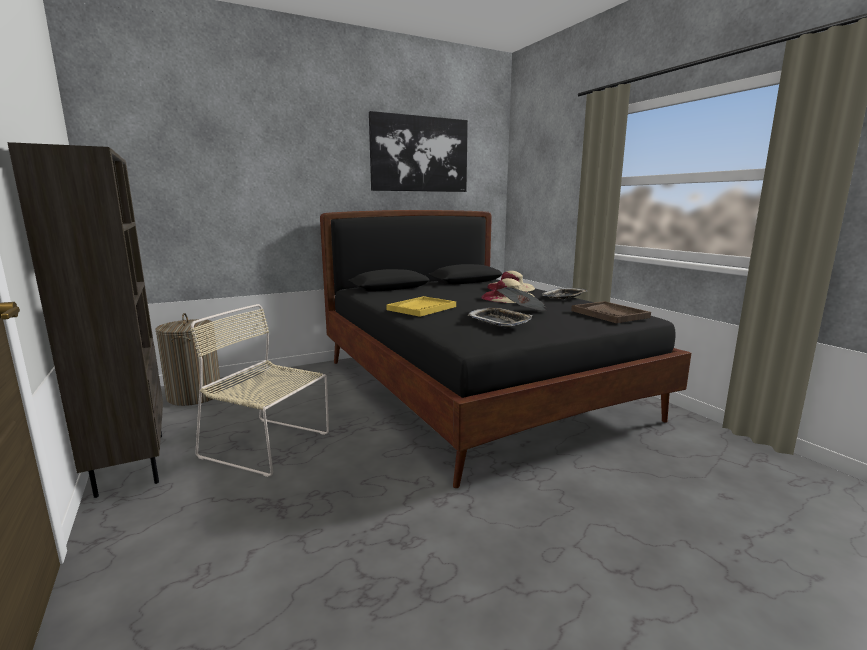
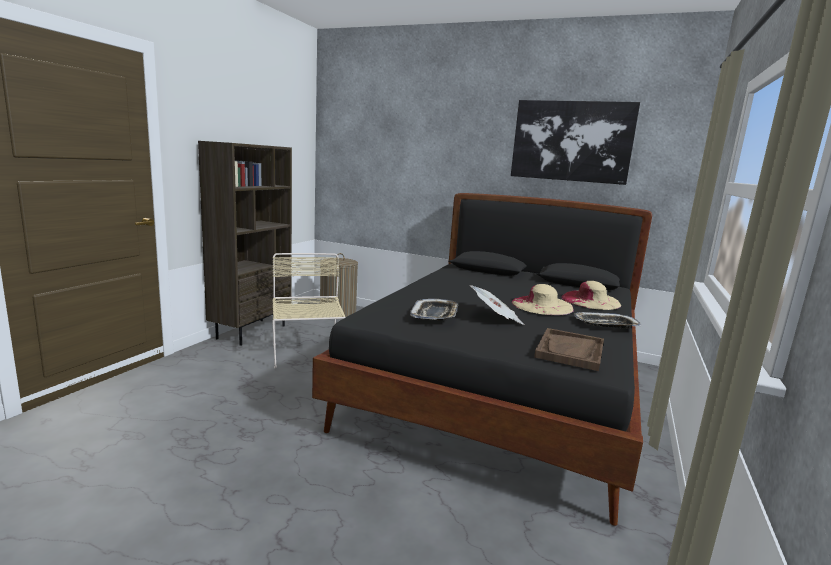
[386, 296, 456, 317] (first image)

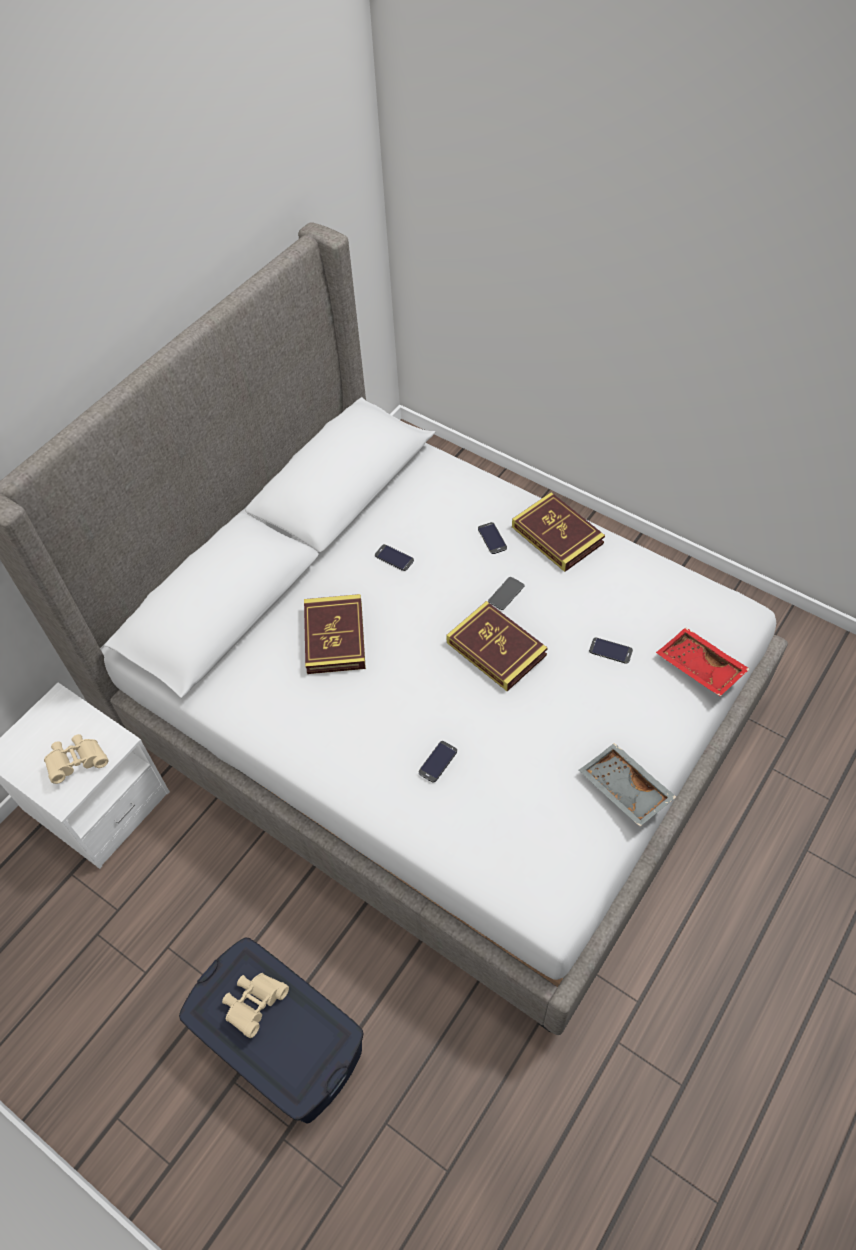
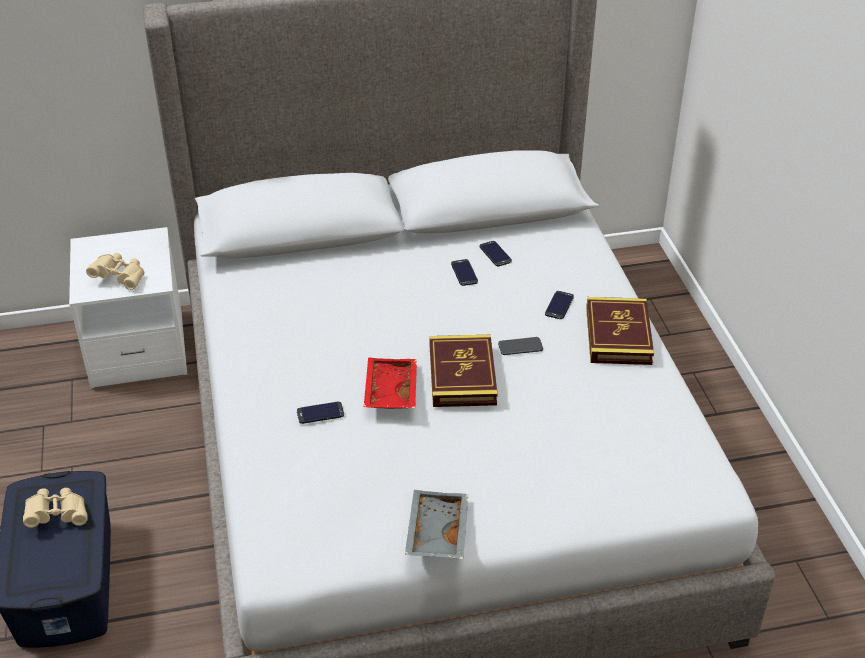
[304, 594, 366, 674] (first image)
[480, 241, 512, 266]
[364, 358, 417, 409]

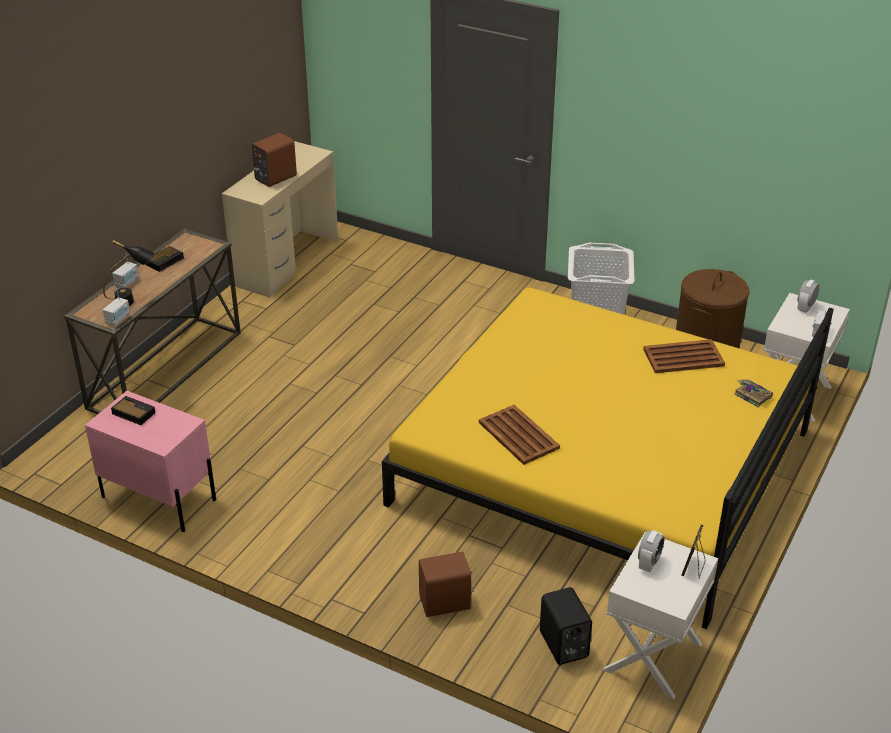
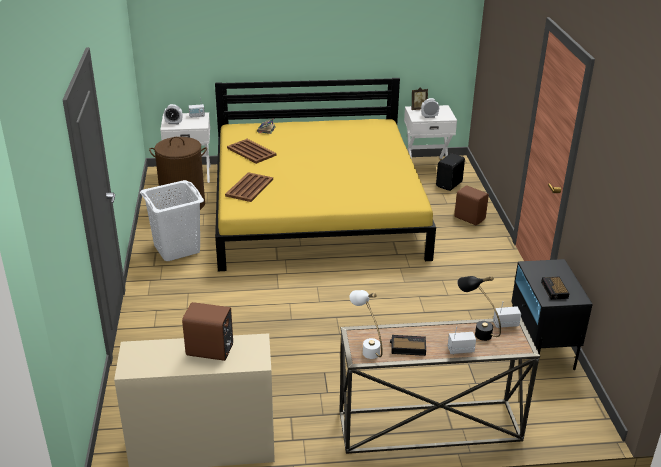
[349, 290, 383, 359]
[225, 172, 273, 202]
[511, 259, 593, 370]

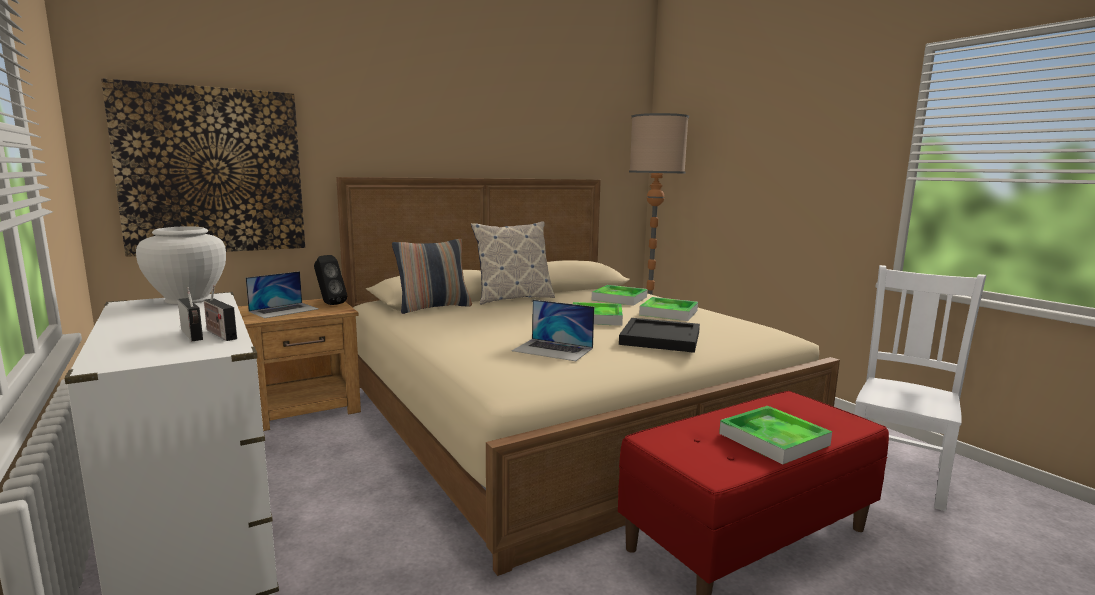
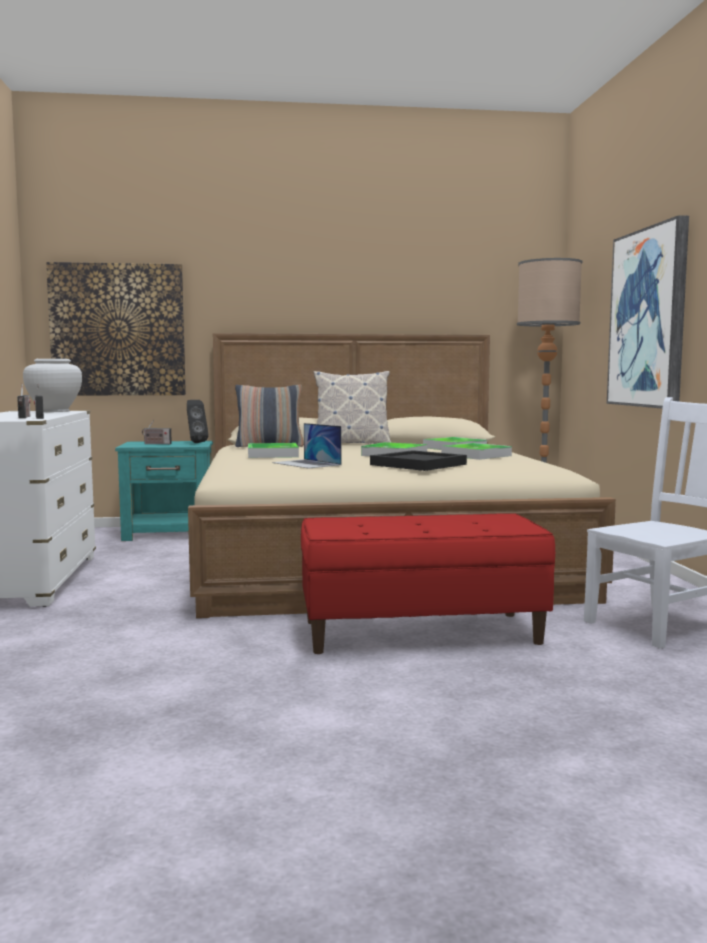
[607, 215, 689, 409]
[248, 443, 299, 458]
[142, 420, 172, 444]
[115, 441, 213, 541]

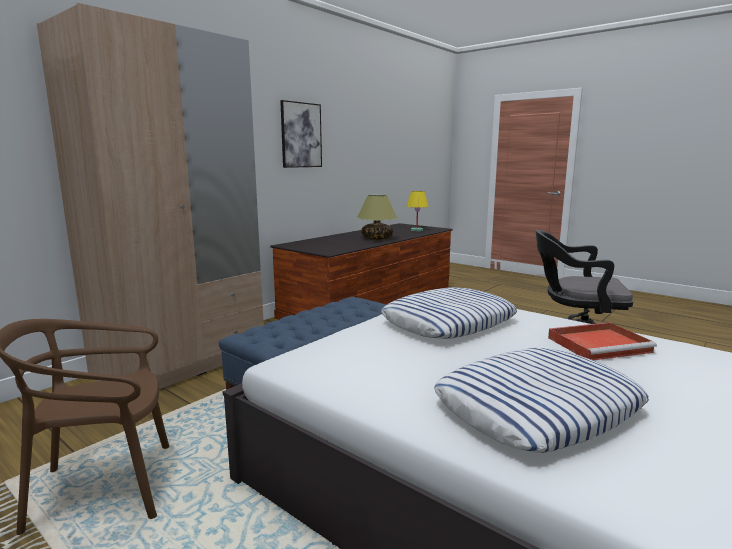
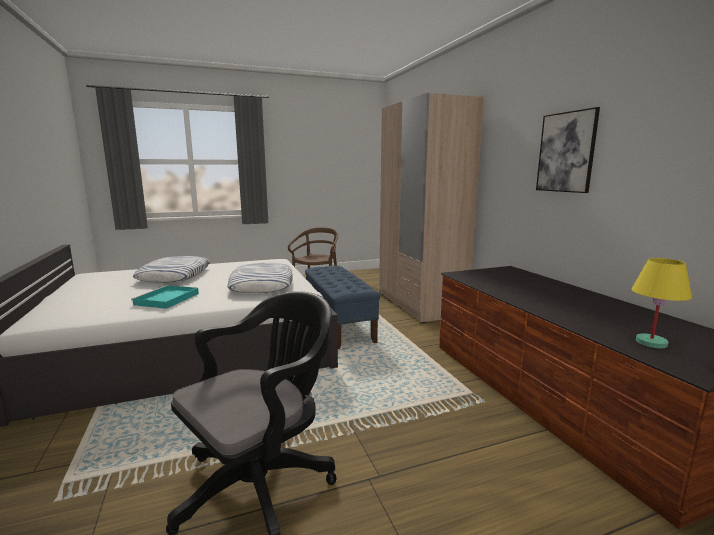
[357, 195, 397, 240] (first image)
[131, 285, 199, 309]

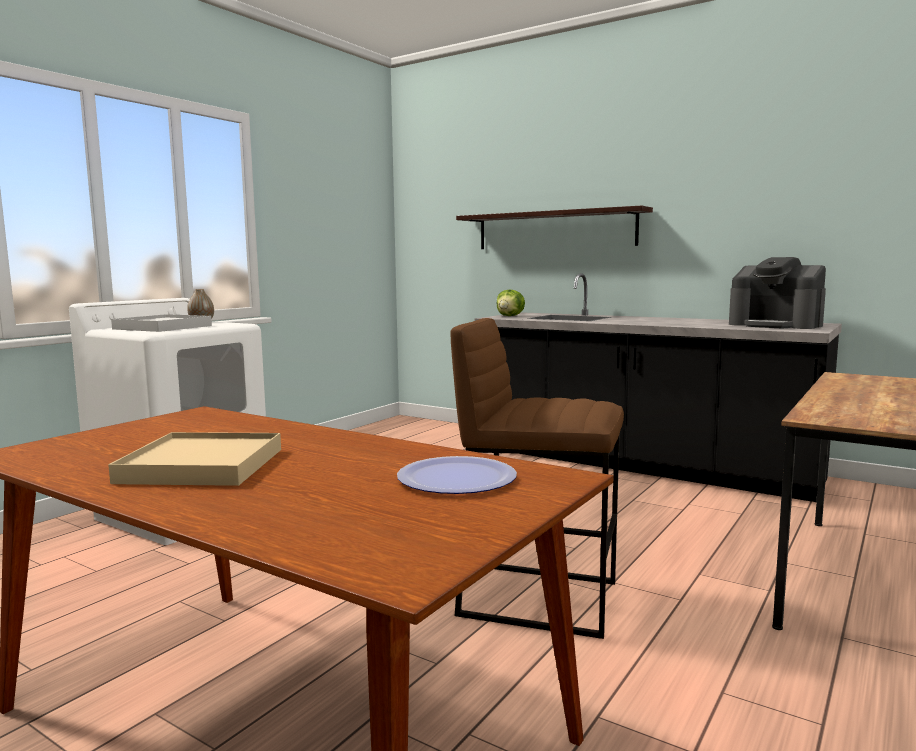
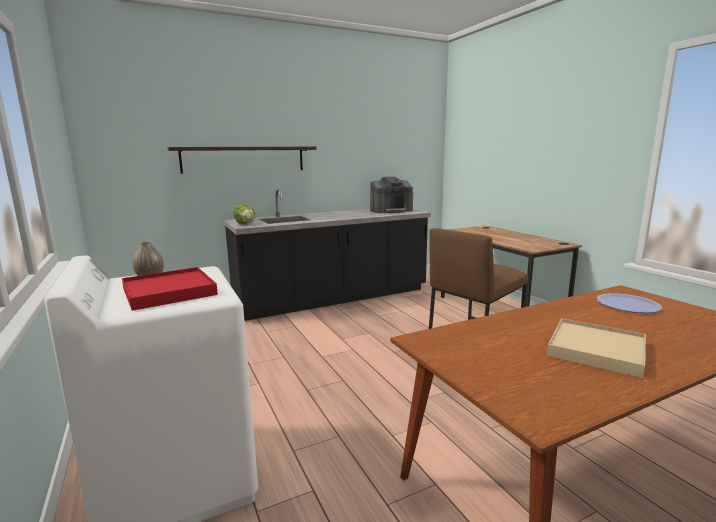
[122, 267, 218, 311]

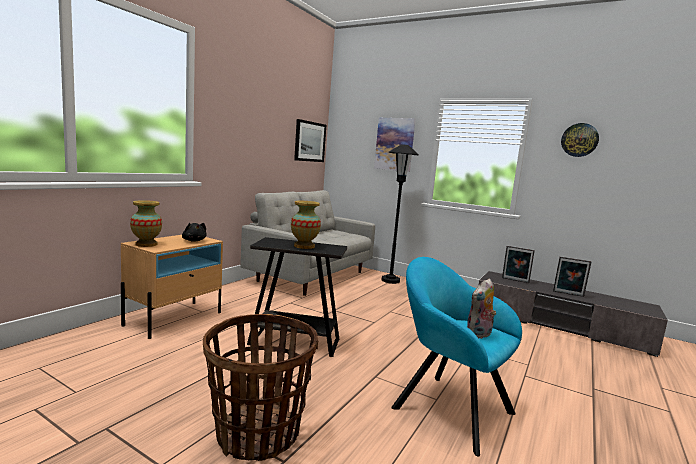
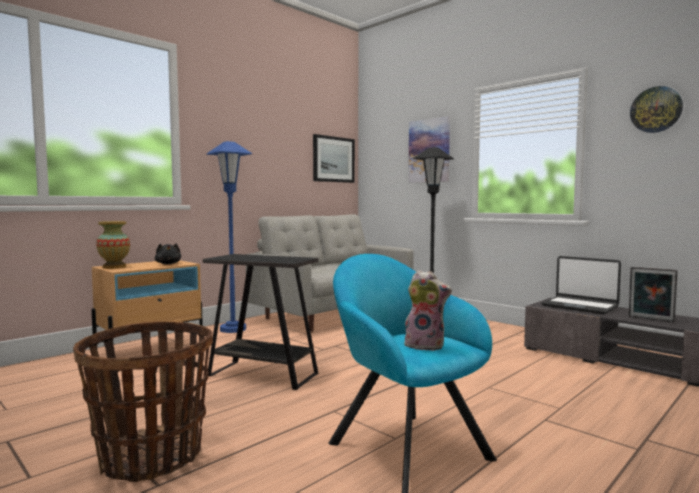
[291, 201, 321, 249] (first image)
[207, 141, 252, 333]
[541, 256, 621, 314]
[404, 270, 452, 351]

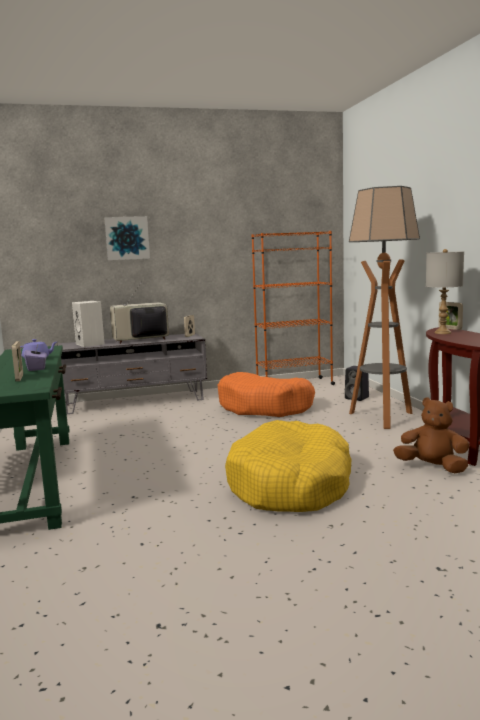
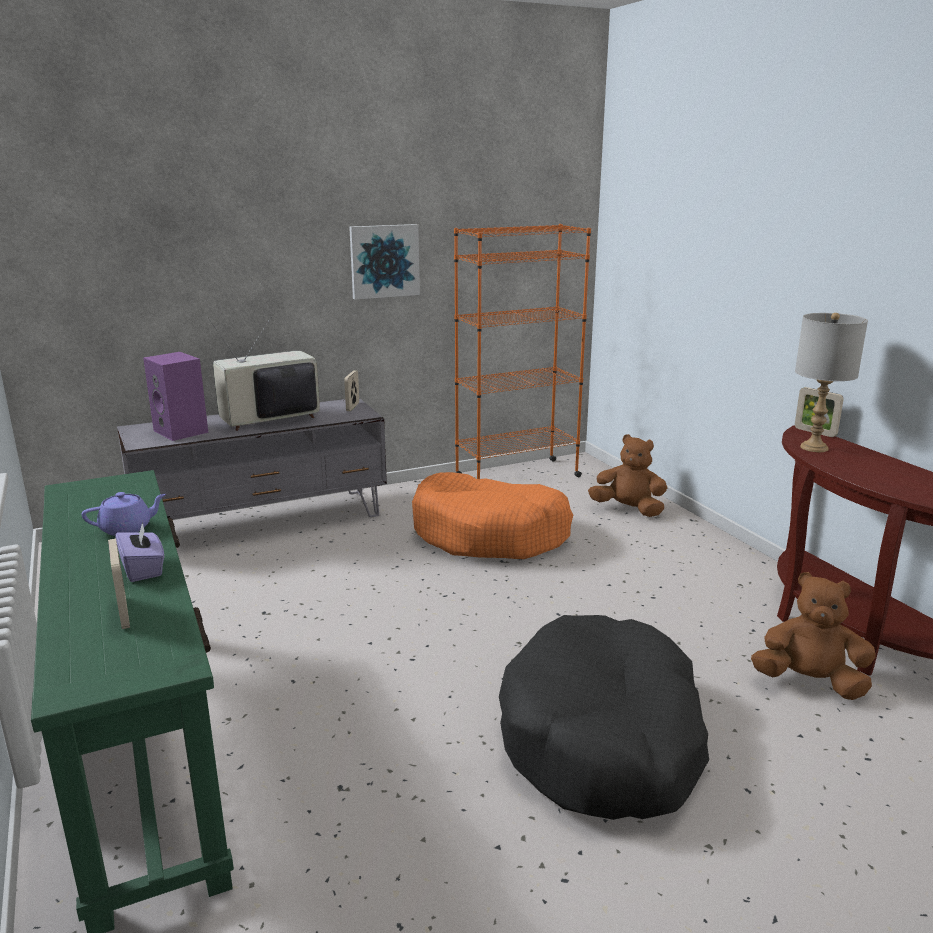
[349, 186, 420, 429] (first image)
[349, 224, 420, 300]
[588, 434, 667, 517]
[143, 352, 208, 441]
[499, 615, 709, 820]

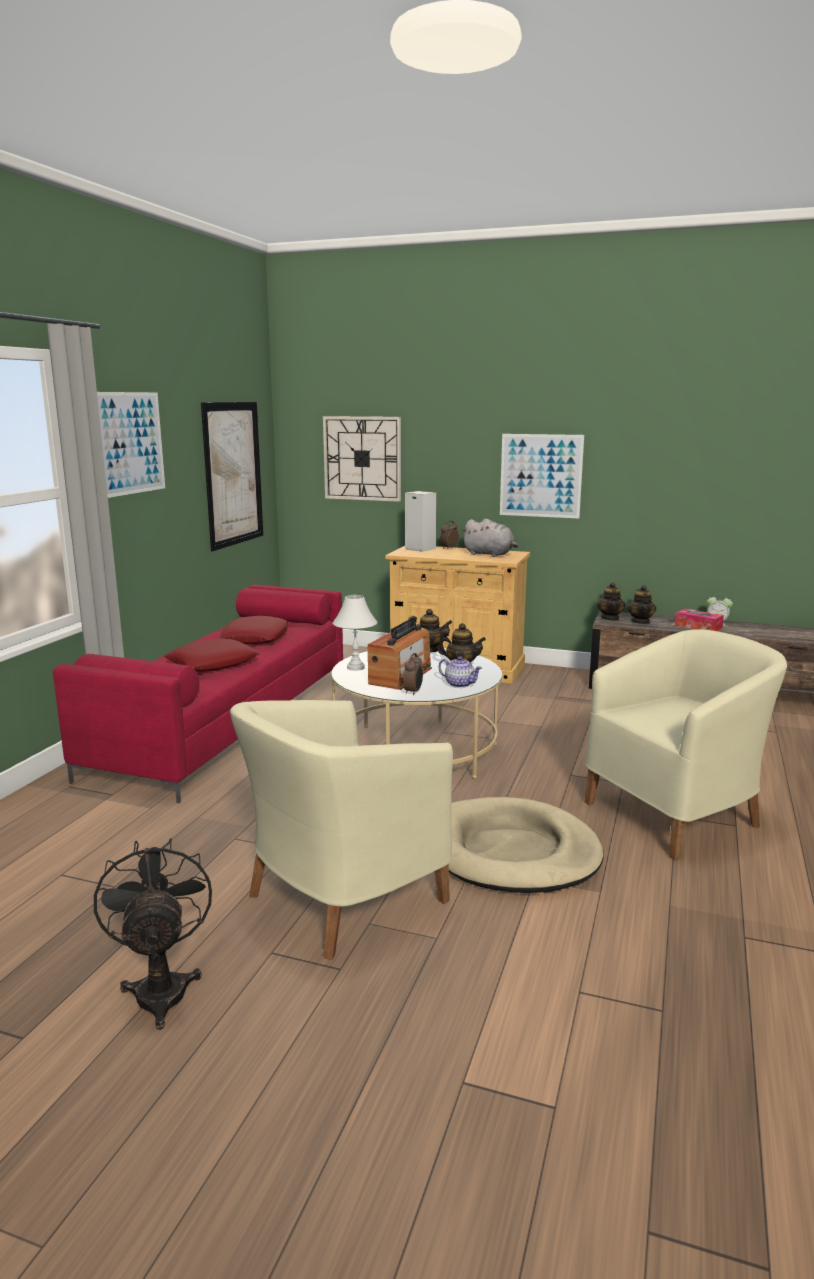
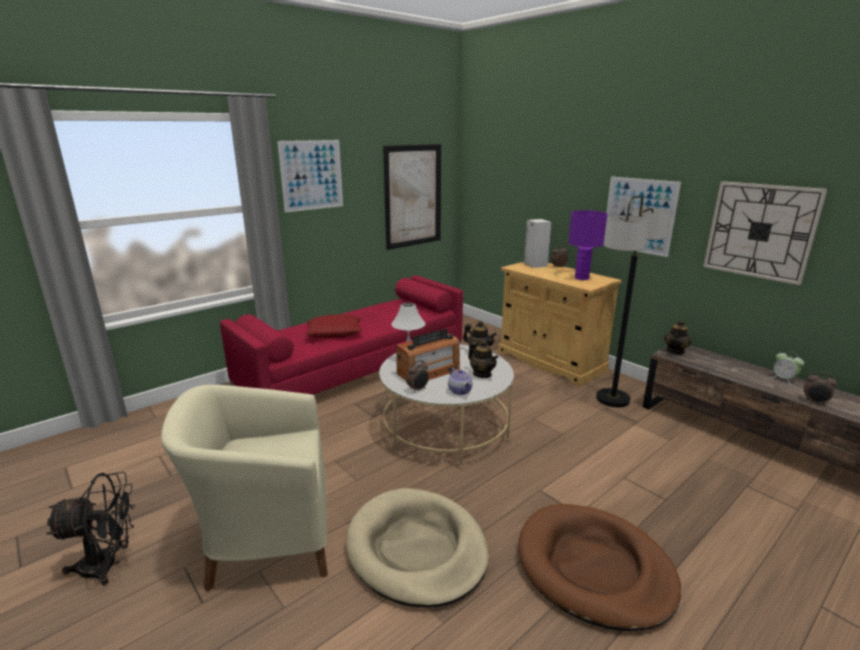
[220, 616, 288, 644] (first image)
[628, 585, 656, 624] (first image)
[675, 608, 724, 631] (first image)
[596, 195, 672, 407]
[804, 372, 837, 405]
[703, 181, 828, 285]
[568, 210, 608, 280]
[518, 504, 681, 631]
[46, 472, 135, 585]

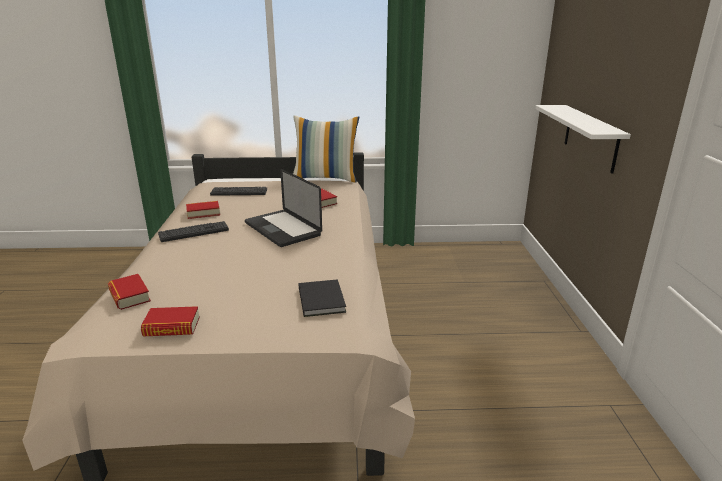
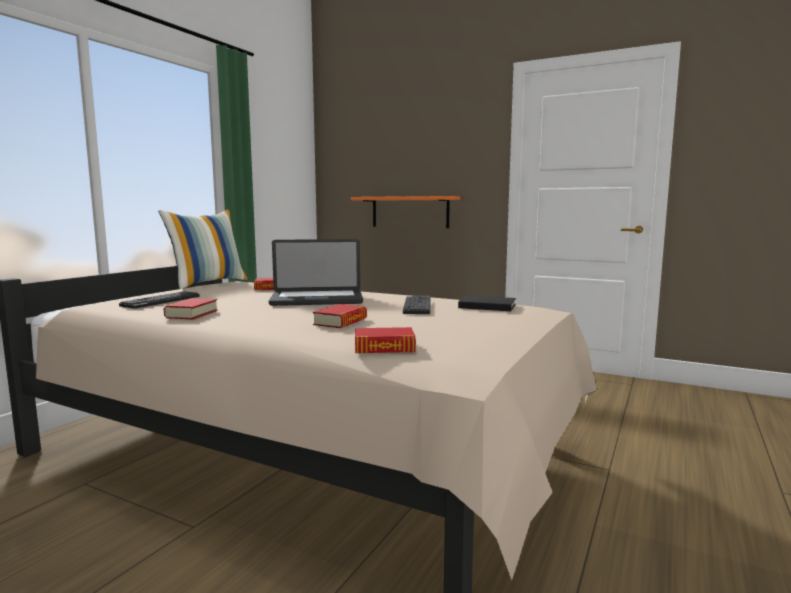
[313, 304, 367, 328]
[403, 295, 431, 314]
[351, 196, 461, 228]

